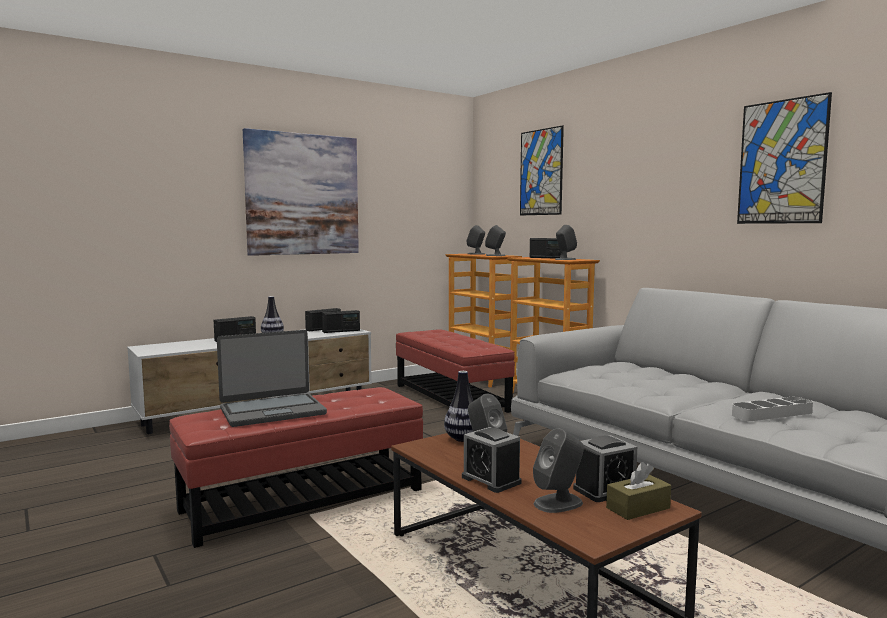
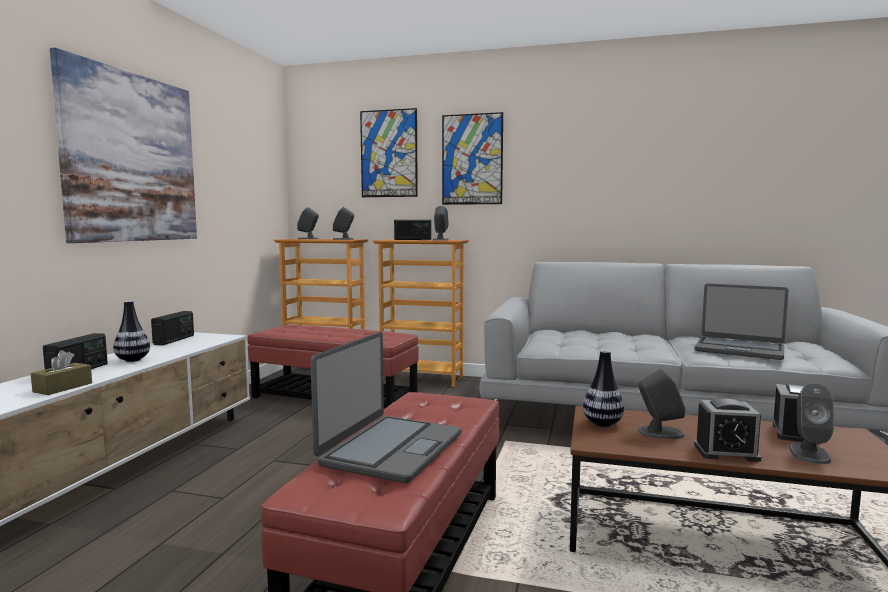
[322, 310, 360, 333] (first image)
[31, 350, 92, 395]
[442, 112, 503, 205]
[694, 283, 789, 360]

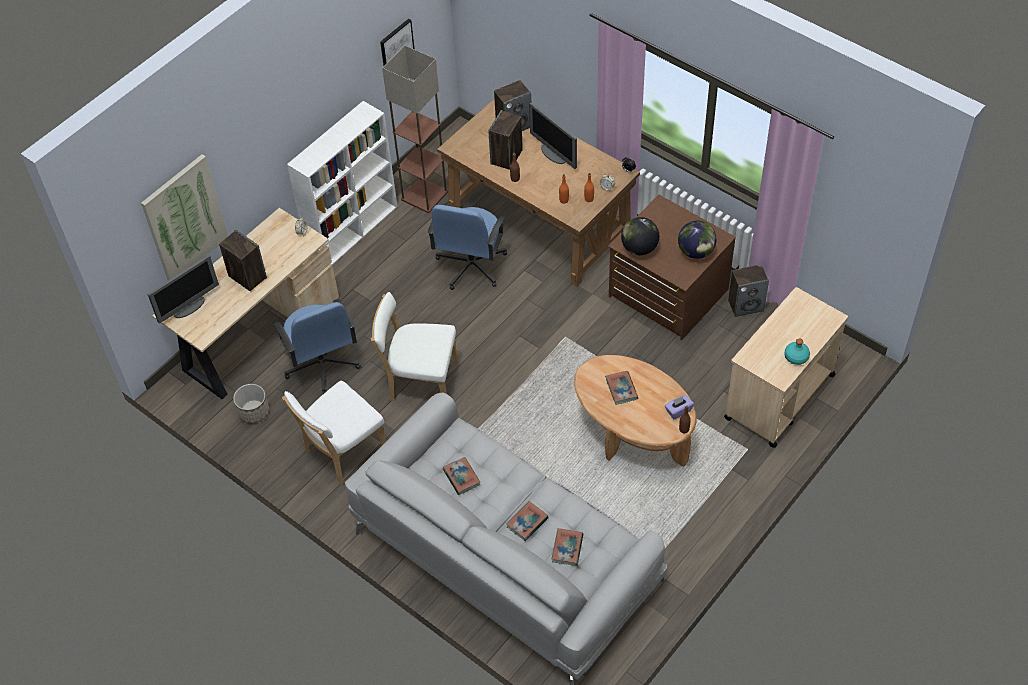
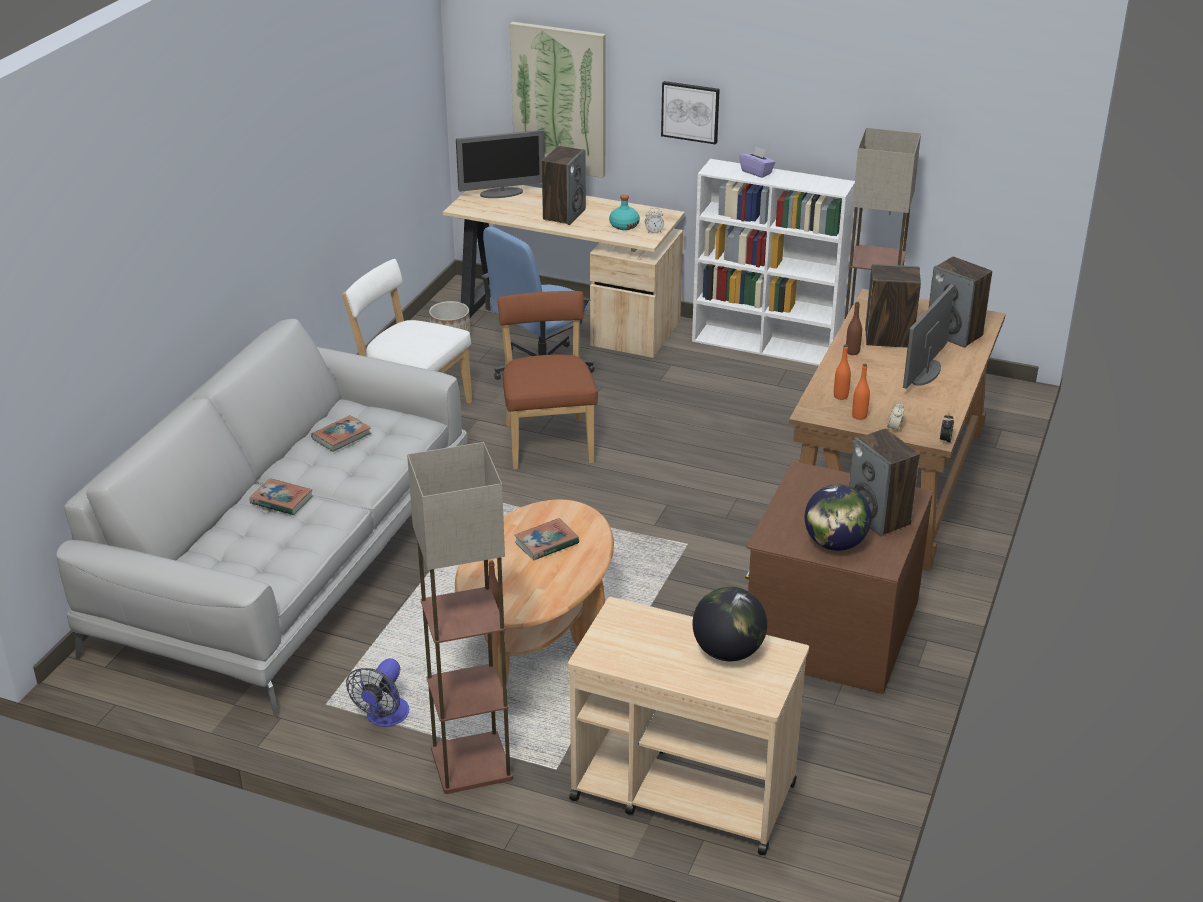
[428, 205, 507, 290] (first image)
[552, 528, 583, 566] (first image)
[346, 658, 409, 727]
[407, 442, 513, 794]
[661, 81, 720, 144]
[692, 586, 767, 661]
[739, 146, 776, 178]
[849, 429, 920, 536]
[609, 194, 640, 230]
[497, 291, 598, 470]
[456, 130, 545, 198]

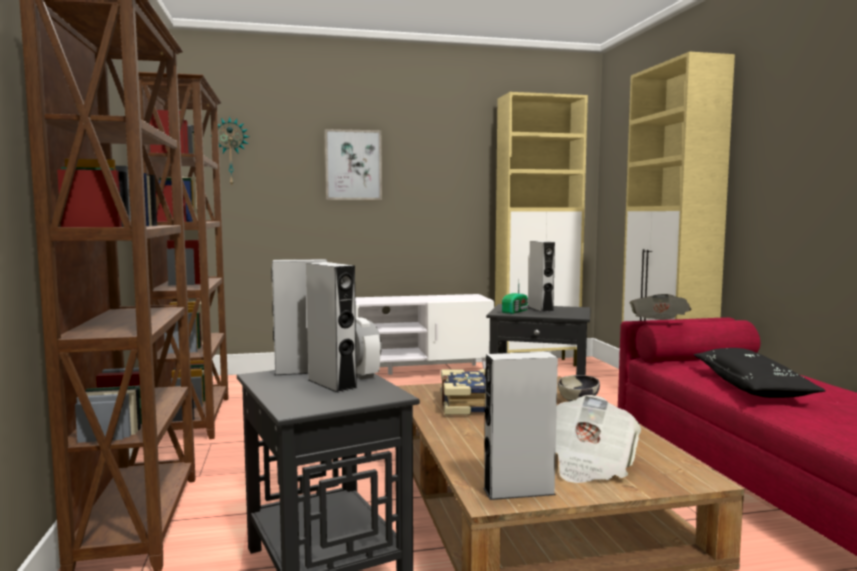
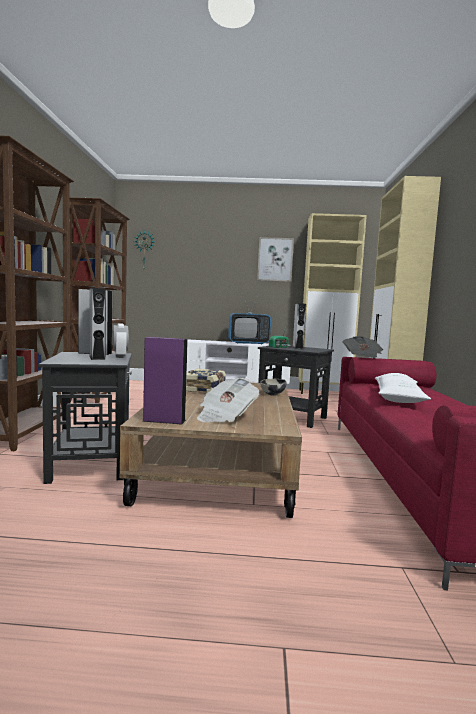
[228, 293, 271, 344]
[257, 237, 294, 282]
[142, 337, 188, 425]
[375, 373, 431, 403]

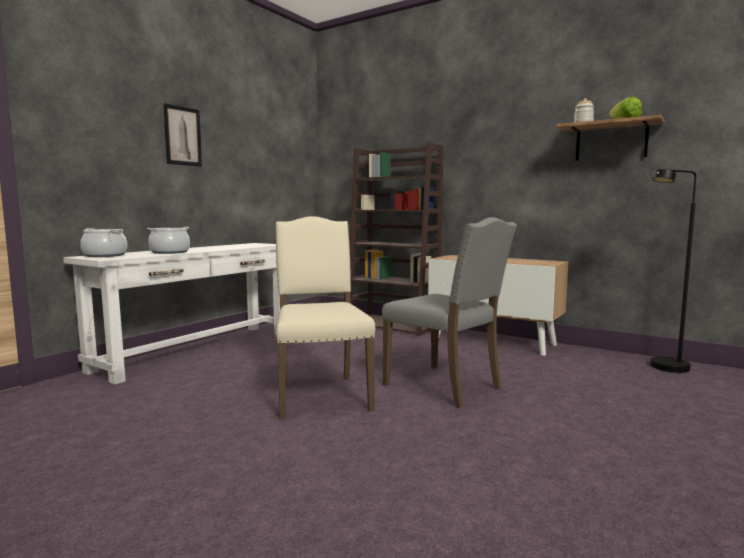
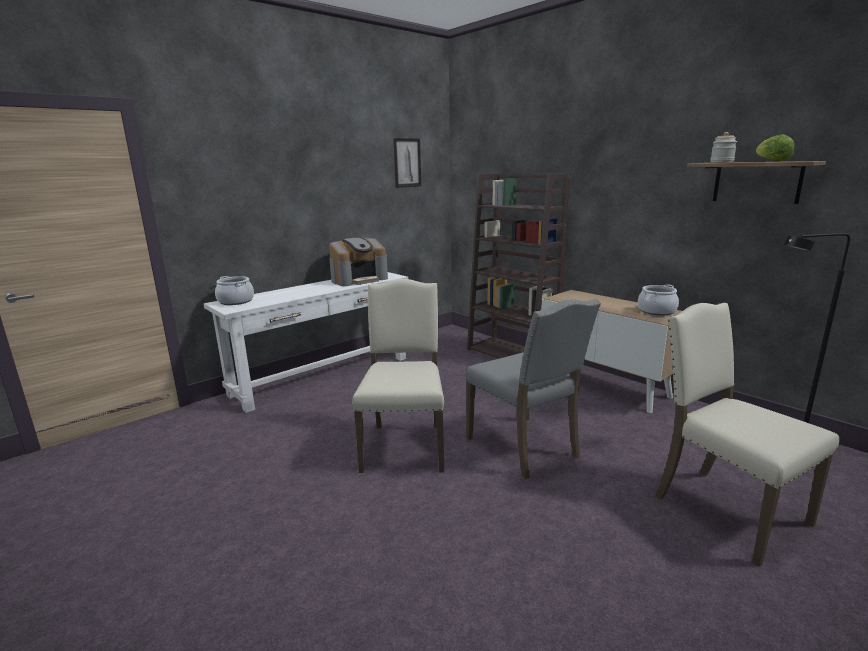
[329, 238, 388, 286]
[655, 303, 839, 567]
[638, 284, 679, 316]
[393, 138, 421, 188]

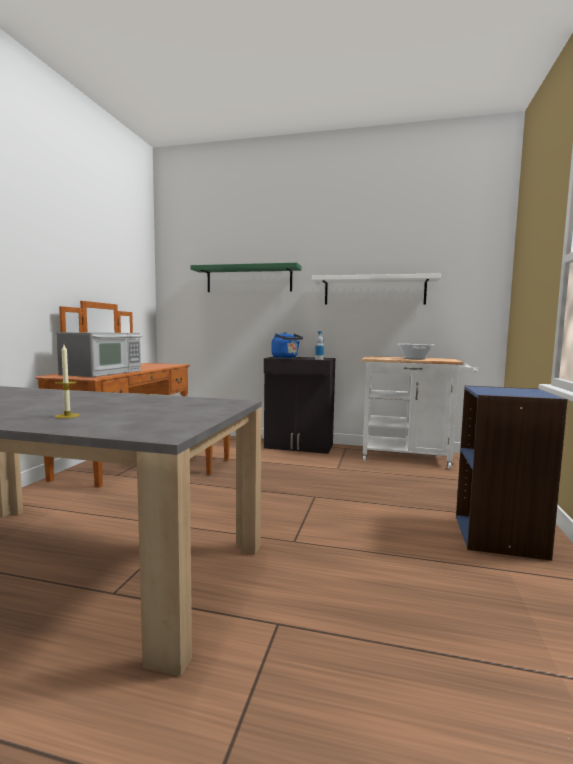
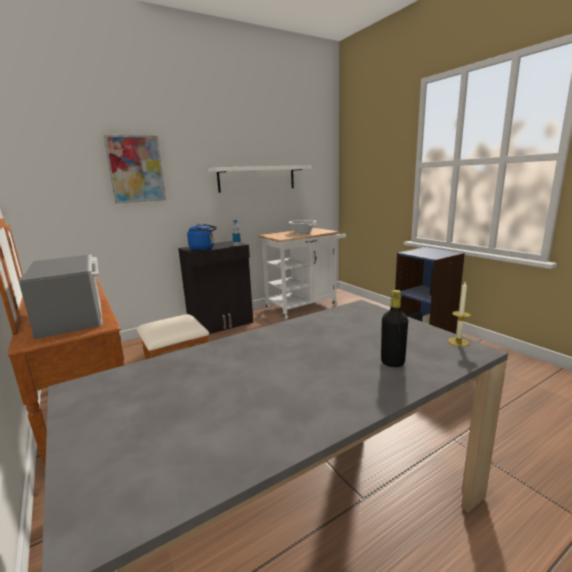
[381, 290, 408, 367]
[448, 282, 471, 347]
[103, 135, 166, 203]

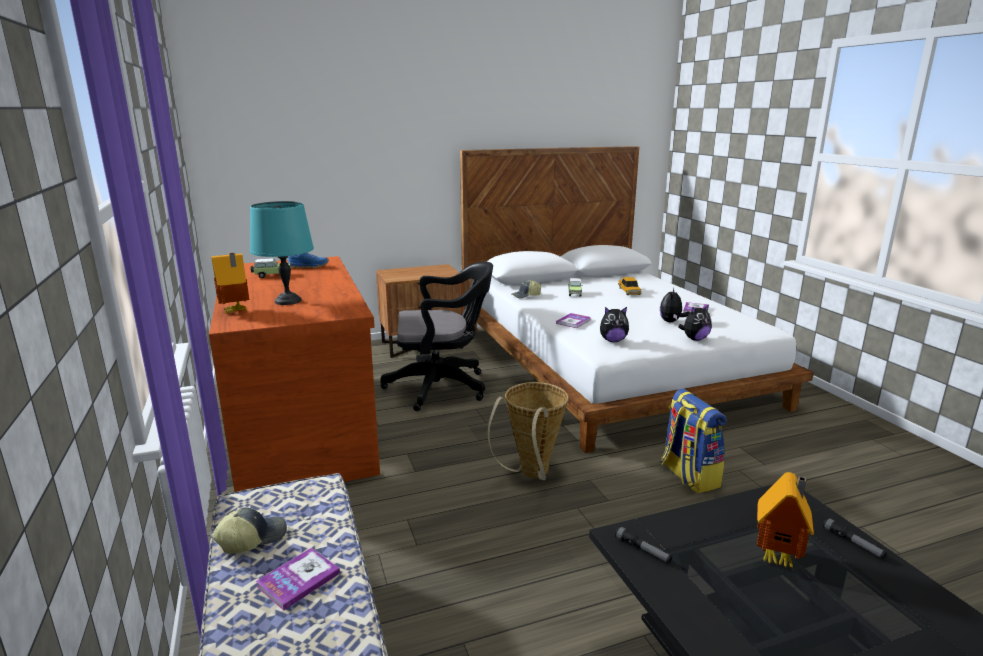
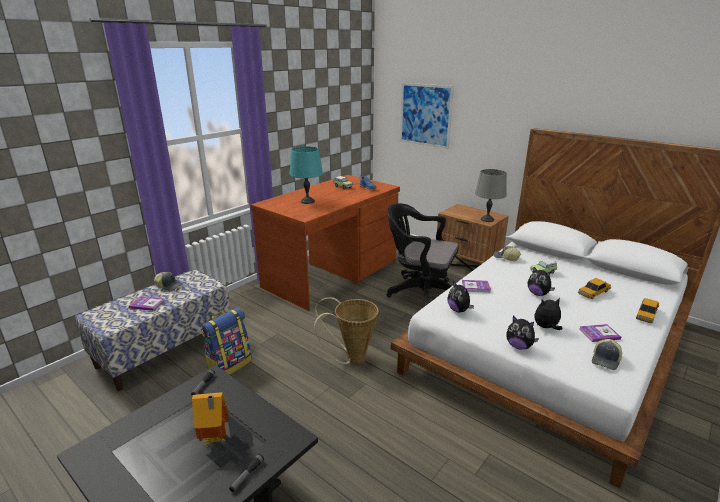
[211, 253, 249, 314] (first image)
[400, 83, 454, 149]
[475, 169, 507, 222]
[528, 267, 555, 296]
[592, 339, 622, 370]
[636, 298, 659, 324]
[202, 308, 252, 375]
[387, 203, 458, 306]

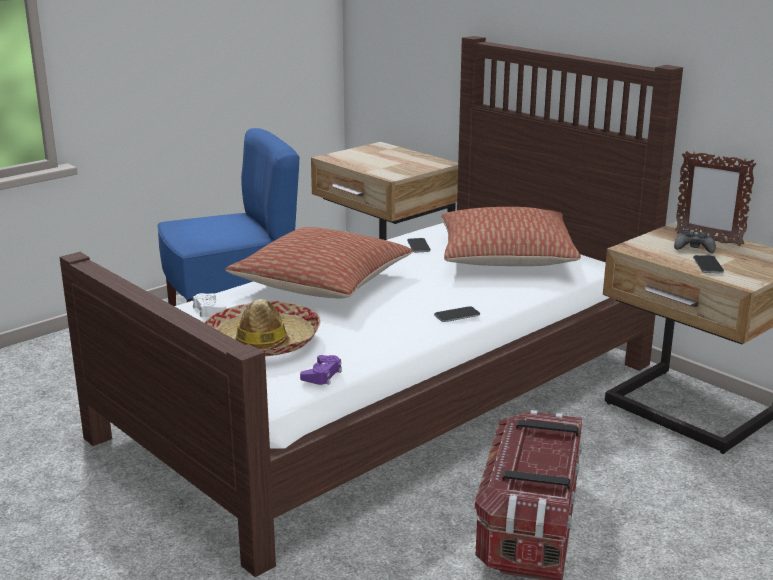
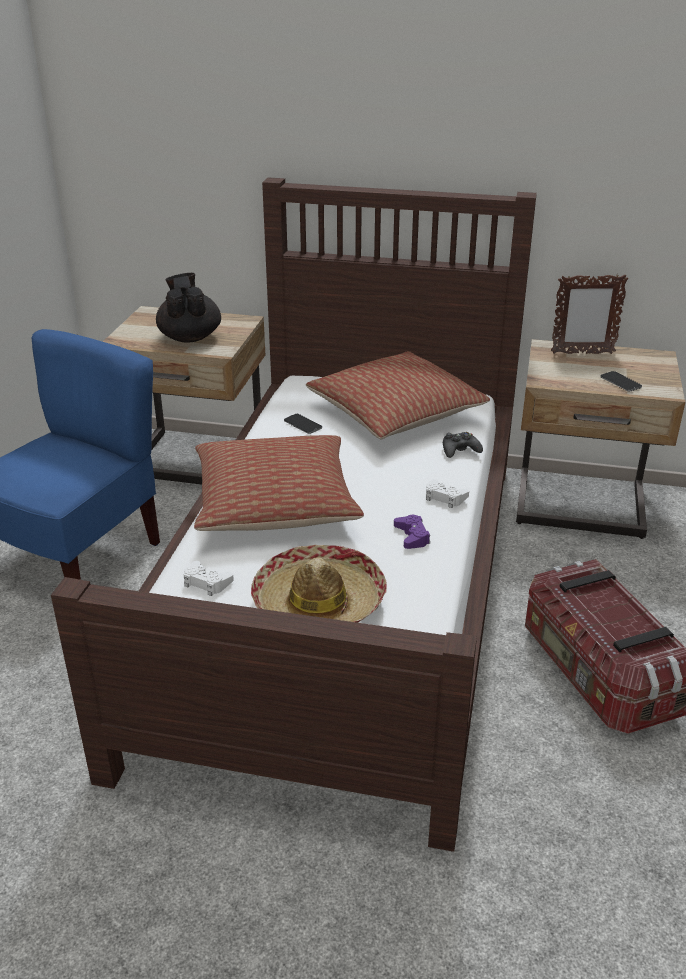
[156, 273, 221, 343]
[394, 515, 430, 549]
[443, 432, 483, 458]
[426, 479, 469, 508]

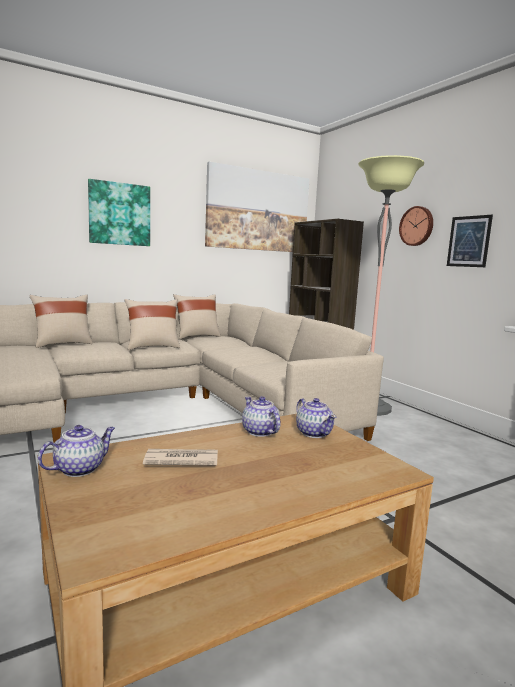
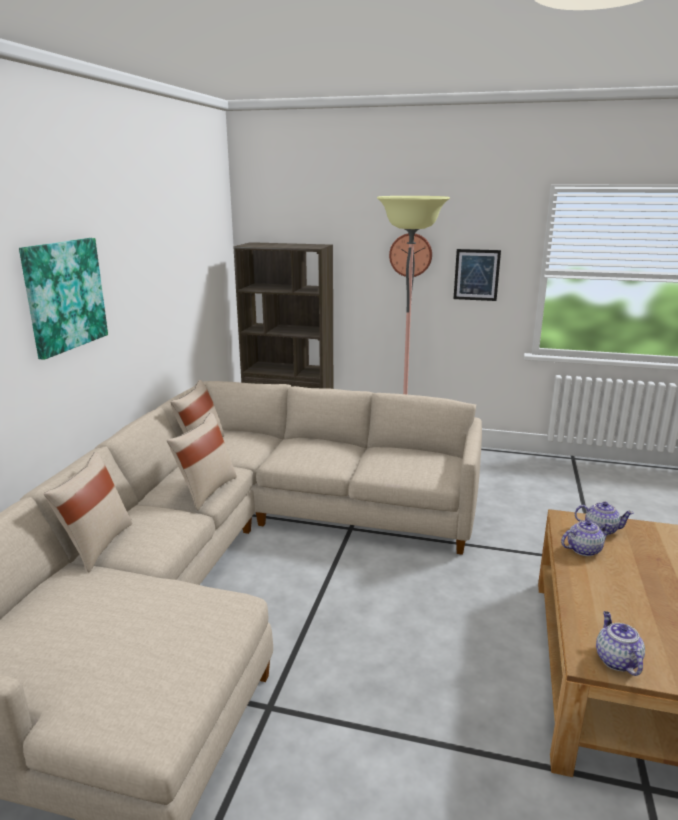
[143, 449, 218, 466] (first image)
[205, 162, 309, 252] (first image)
[561, 520, 612, 556]

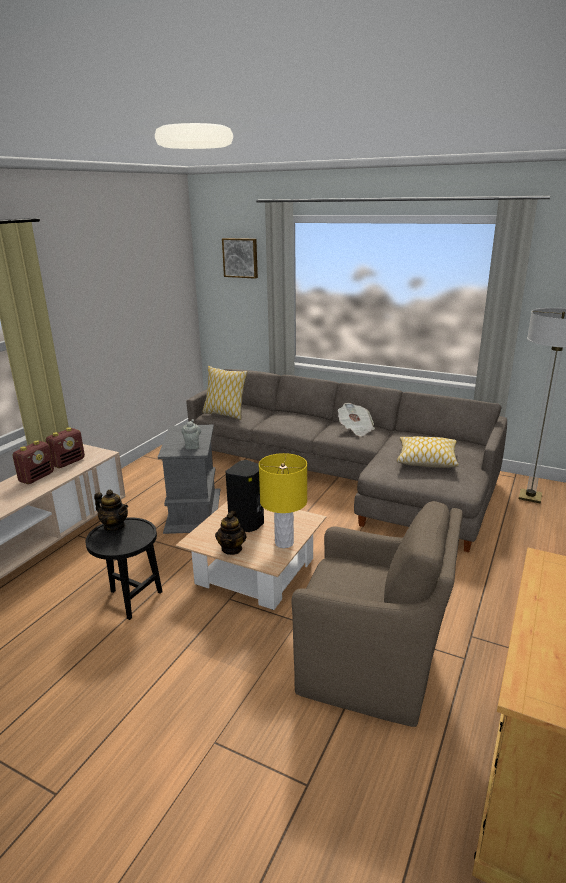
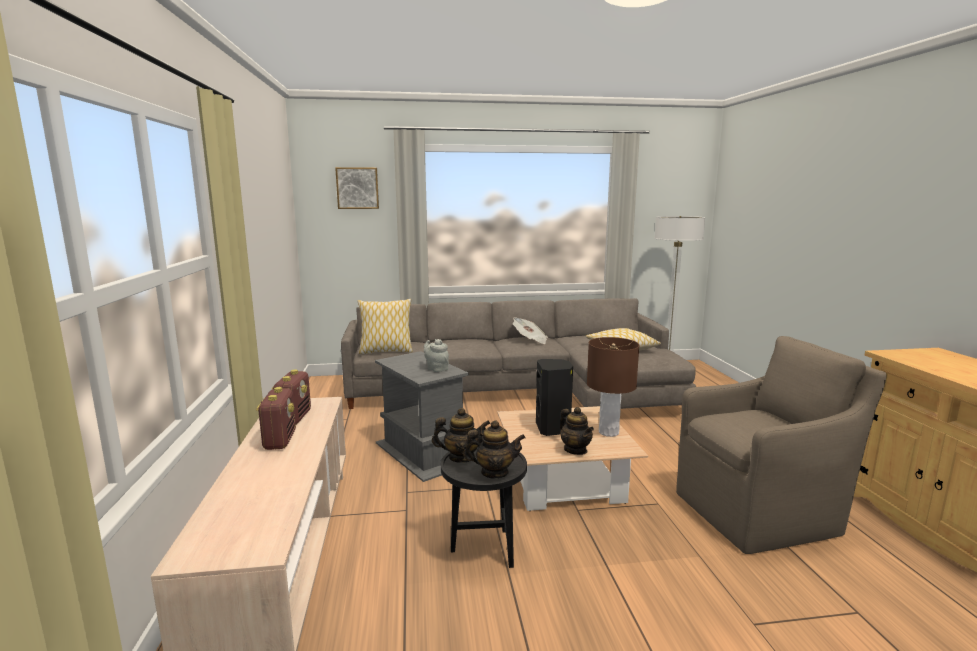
[463, 420, 526, 479]
[587, 337, 640, 437]

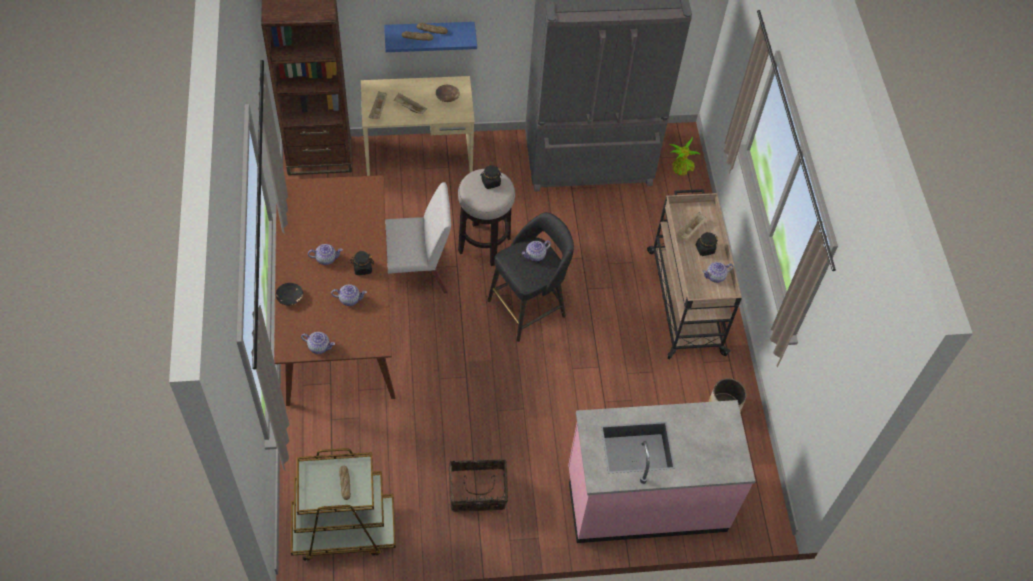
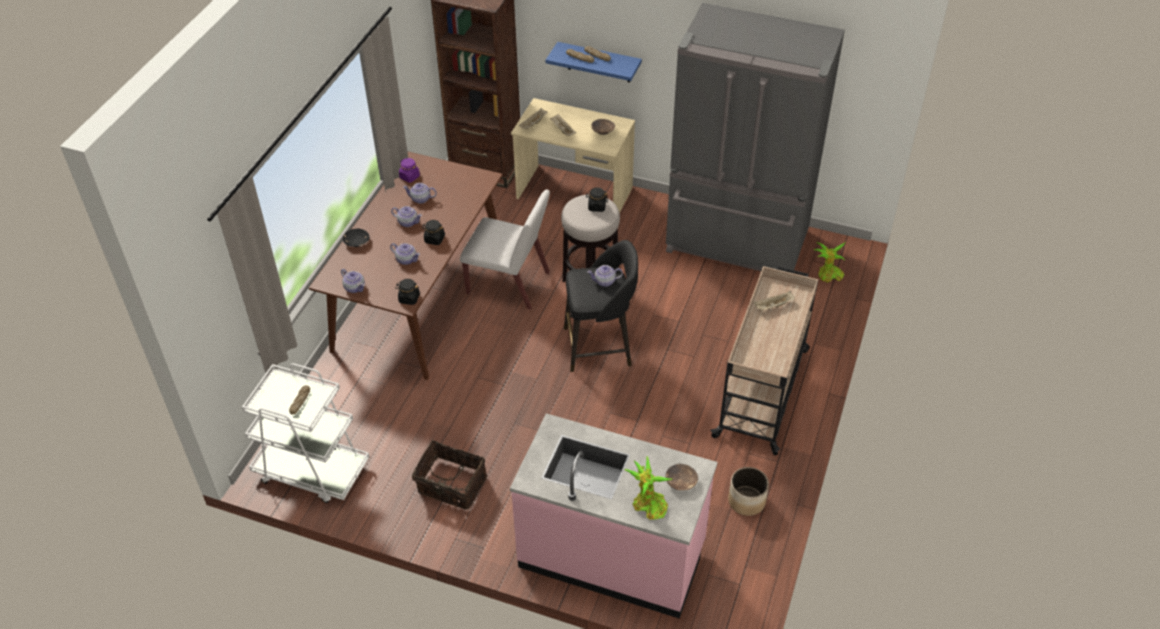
[399, 158, 420, 183]
[624, 456, 672, 520]
[666, 464, 698, 491]
[395, 279, 420, 305]
[403, 183, 437, 204]
[242, 363, 370, 503]

